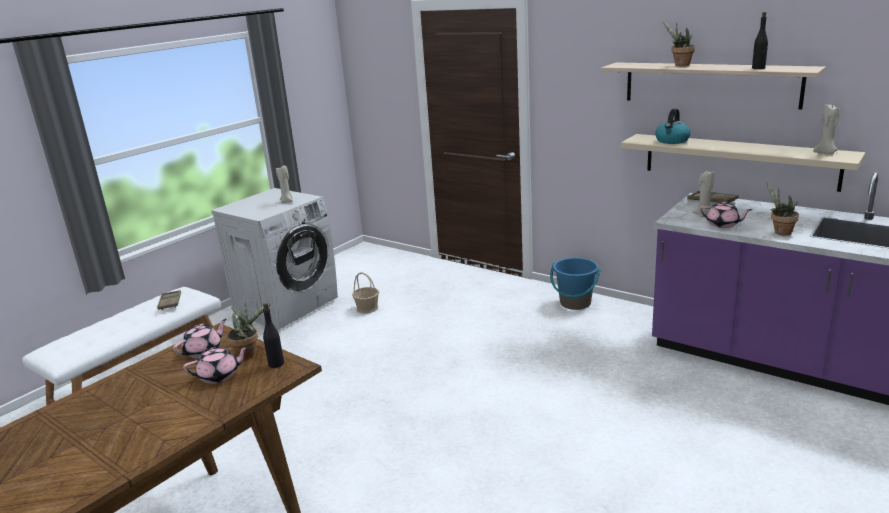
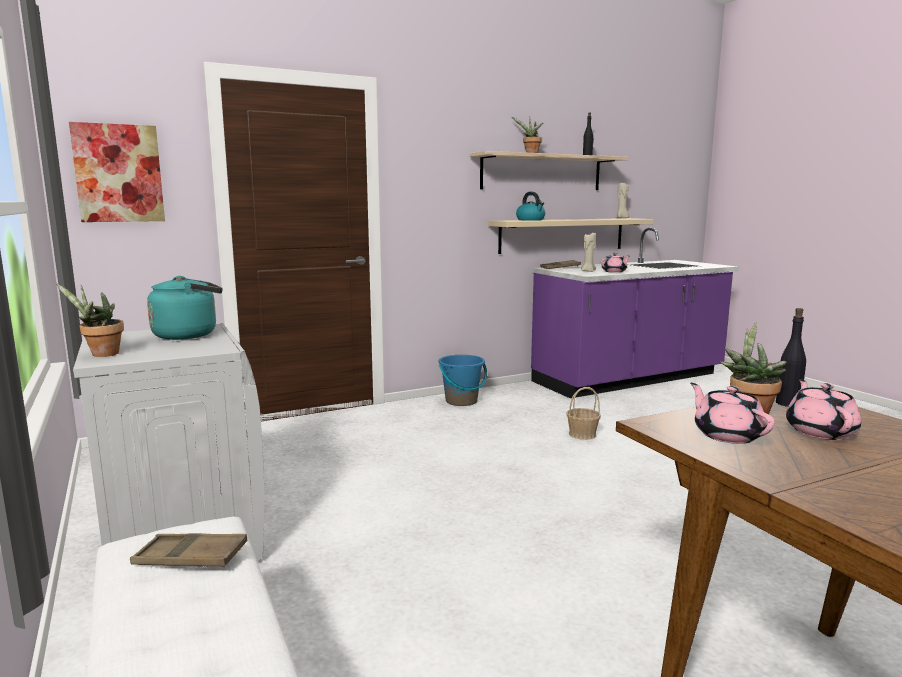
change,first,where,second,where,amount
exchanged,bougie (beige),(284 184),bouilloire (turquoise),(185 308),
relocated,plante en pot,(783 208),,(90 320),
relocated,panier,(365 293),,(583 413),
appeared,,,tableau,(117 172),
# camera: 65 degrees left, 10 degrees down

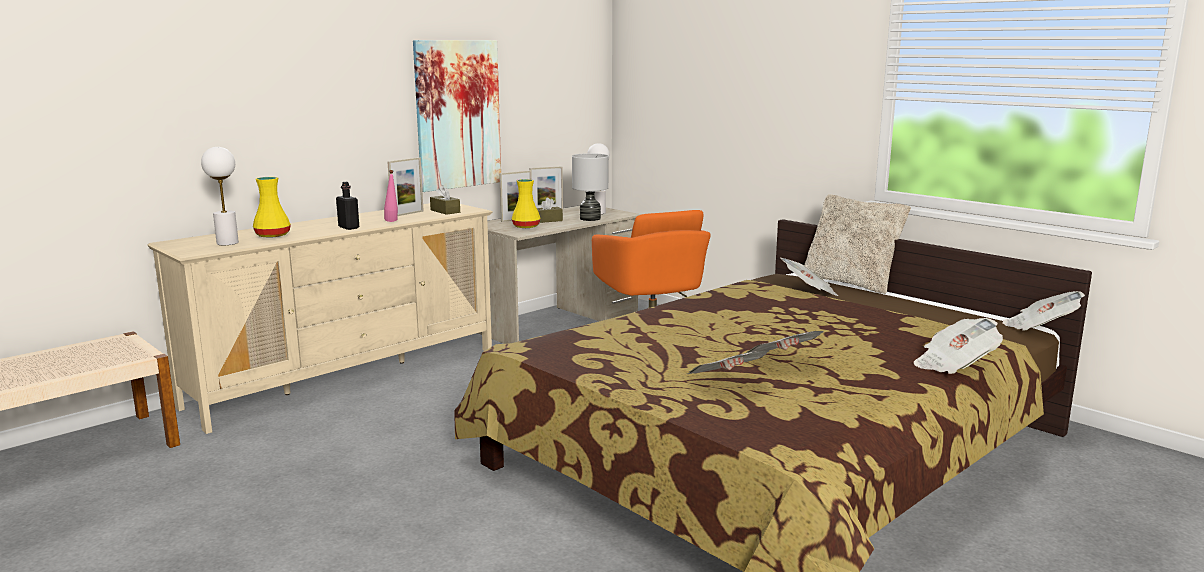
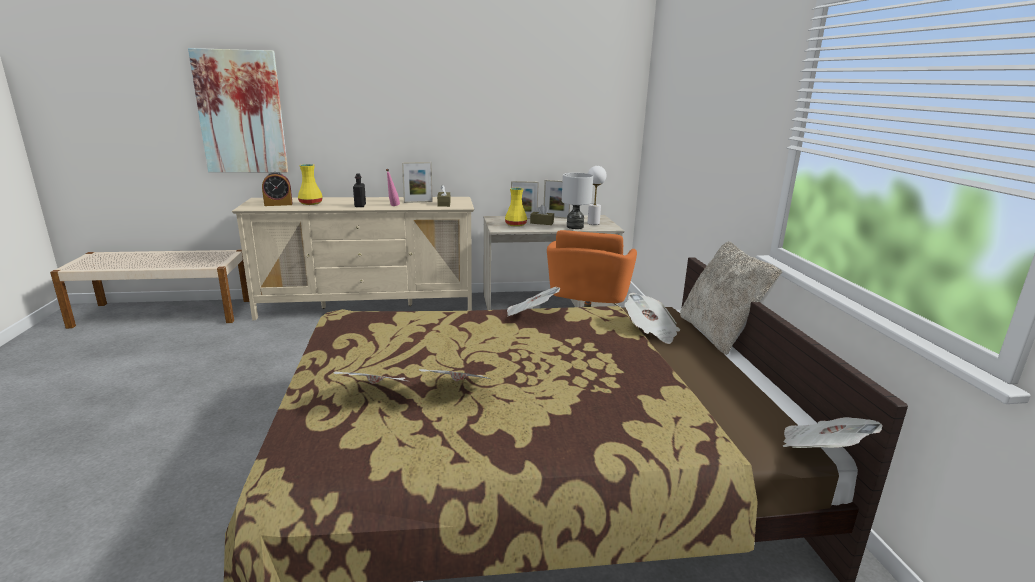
change,first,where,second,where,amount
relocated,tableau,(457 116),,(238 110),
exchanged,lampe de table (blanc),(220 196),réveil,(277 189),
relocated,journal,(958 346),,(533 301),
# camera: 35 degrees right, 5 degrees up

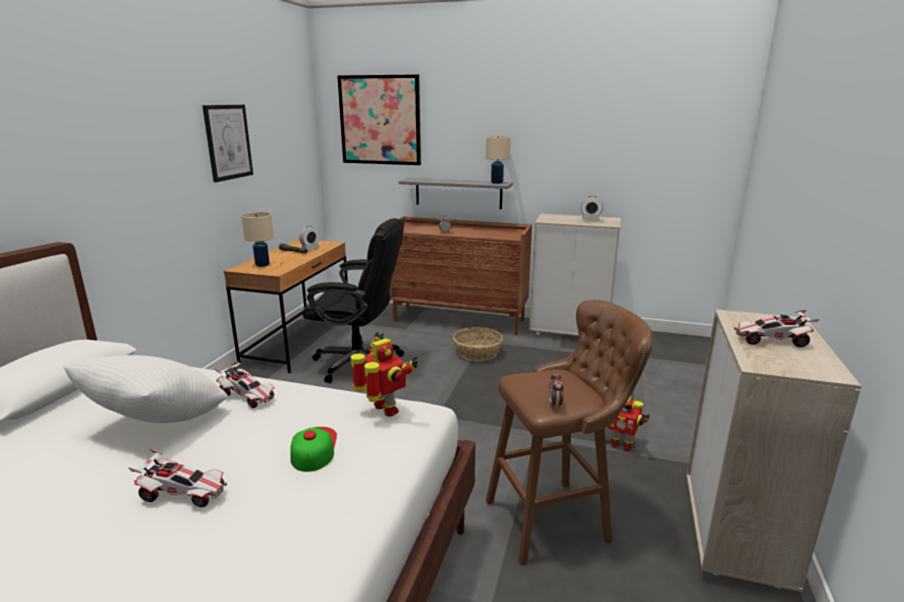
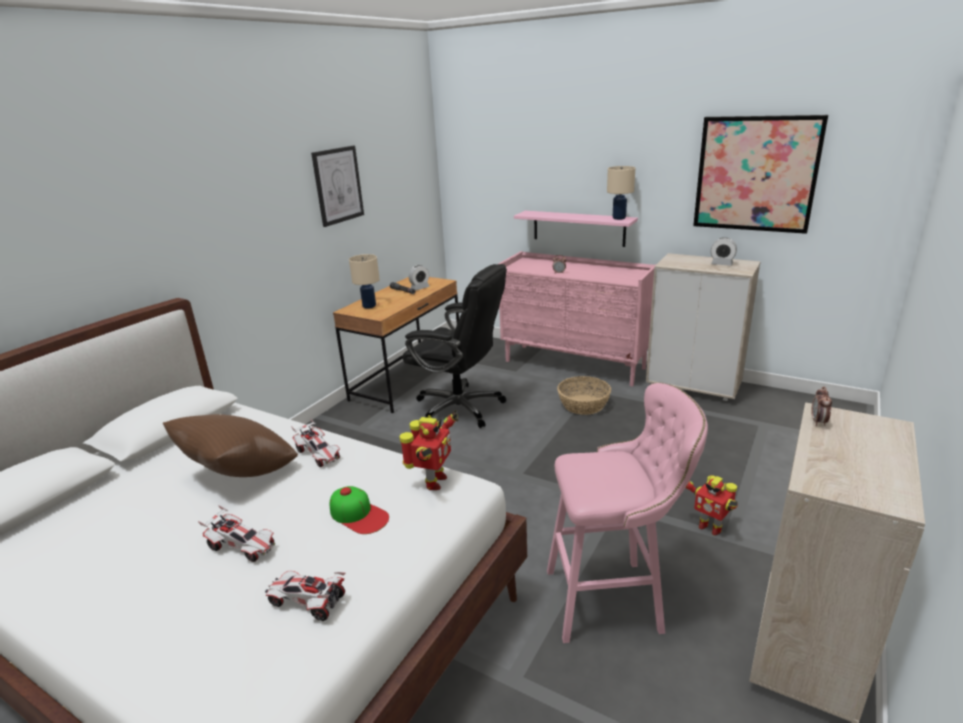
change,first,where,second,where,amount
relocated,tableau,(379 119),,(760 174),
colour,étagère (gris),(455 193),étagère (rose),(576 229),
colour,meuble de rangement (marron),(461 275),meuble de rangement (rose),(577 319),
colour,tabouret (marron),(569 433),tabouret (rose),(627 512),
relocated,petite voiture,(777 328),,(305 595),
spun,robot jouet,(384 374),,(428 450),45 degrees clockwise
colour,coussin (blanc),(145 389),coussin (marron),(230 445),
relocated,réveil,(556 390),,(822 406),
spun,casquette,(313 449),,(359 510),120 degrees clockwise
# camera: 15 degrees right, 5 degrees up

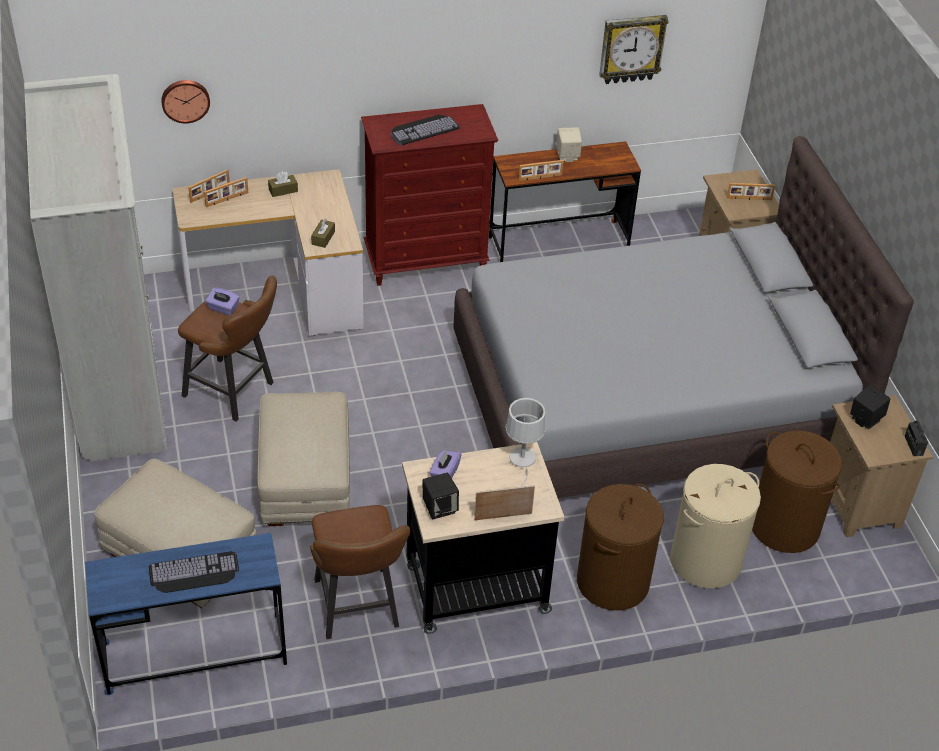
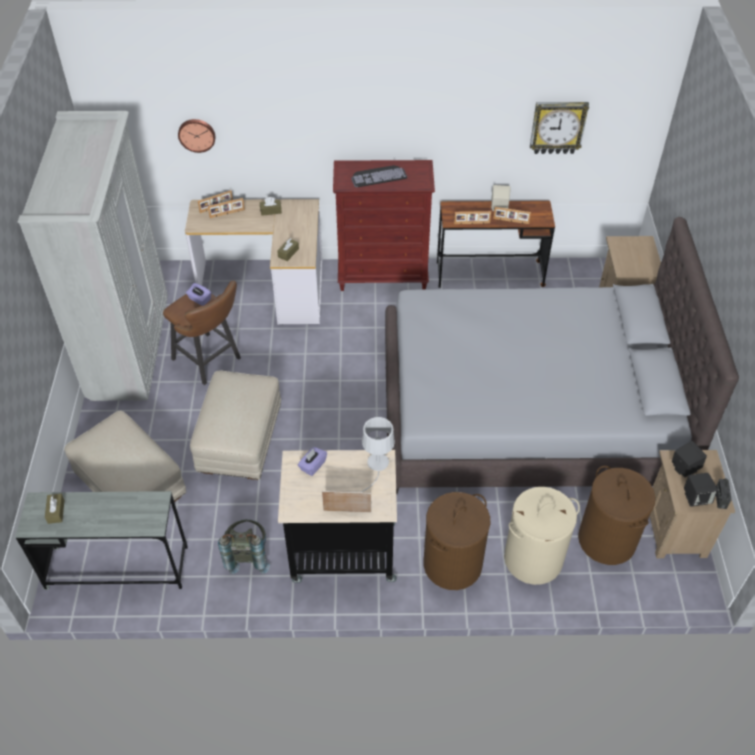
change,first,where,second,where,amount
relocated,cadre photo,(751 191),,(512 215),
relocated,enceinte (noir),(440 496),,(701 490),
exchanged,tabouret (marron),(360 572),sac à dos (gris),(244 546),
colour,bureau (bleu),(186 614),bureau (gris),(101 540),
missing,clavier,(193 572),,,
appeared,,,boîte à mouchoirs (marron),(54 509),
# camera: 15 degrees right, 5 degrees up

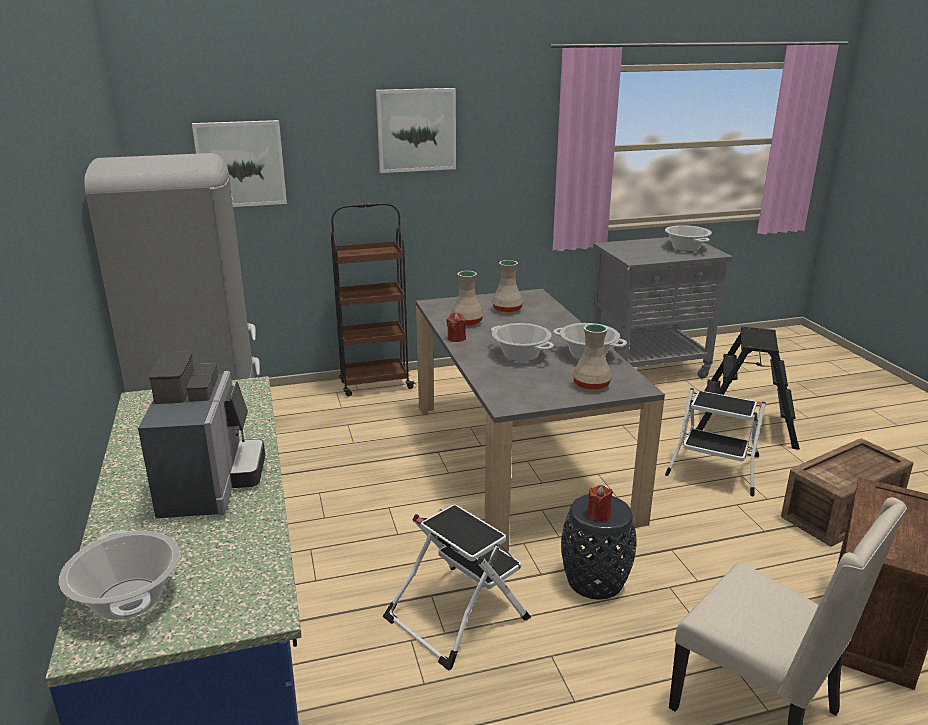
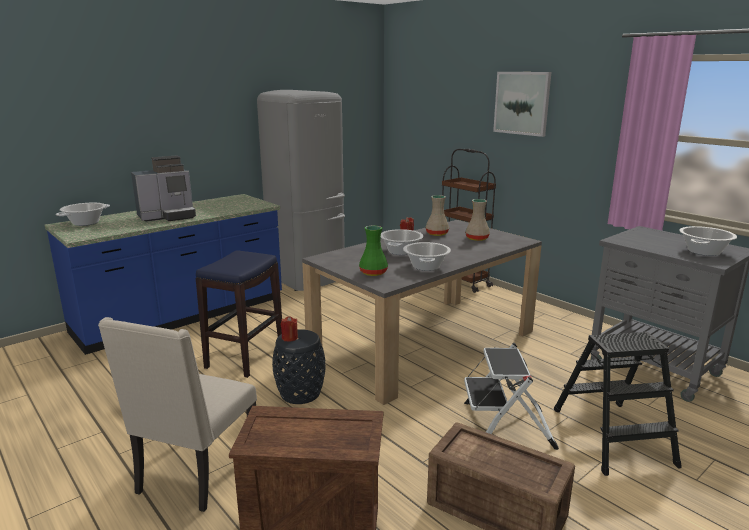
change,first,where,second,where,amount
missing,tableau,(239 163),,,
colour,vase (beige),(592 357),vase (vert),(373 251),
exchanged,escabeau,(457 587),tabouret,(239 314),
# camera: 65 degrees right, 5 degrees down

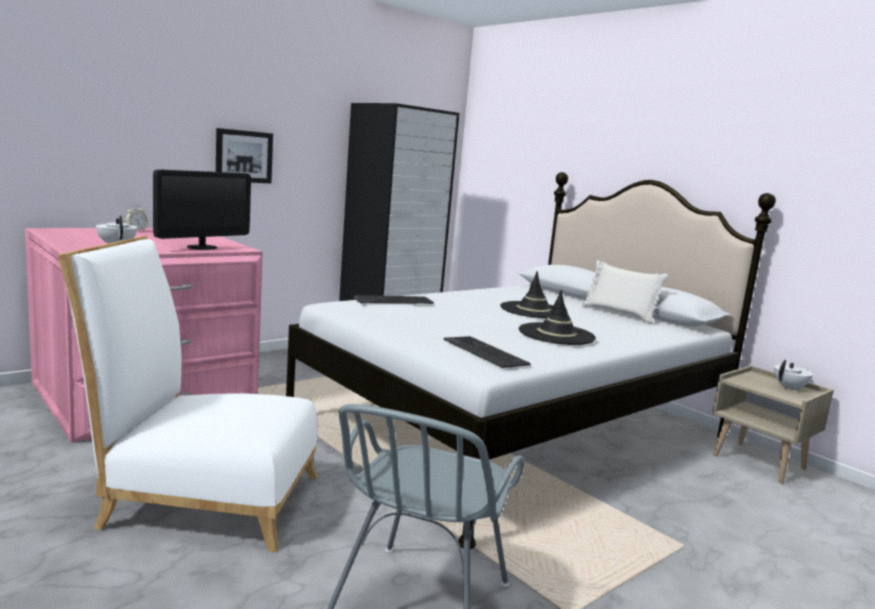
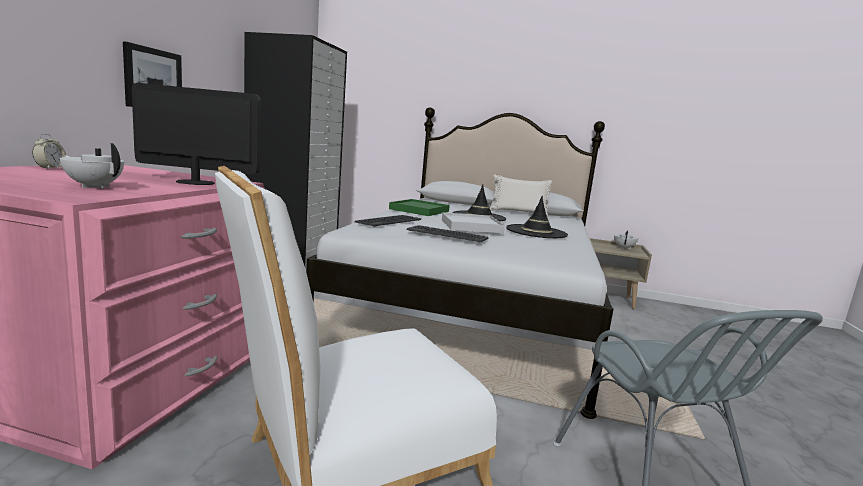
change,first,where,second,where,amount
spun,écran d'ordinateur,(202 209),,(196 134),90 degrees counterclockwise
relocated,clavier,(487 352),,(447 234),
appeared,,,plateau (vert),(419 207),
appeared,,,plateau (blanc),(473 222),
# camera: 35 degrees left, 0 degrees up

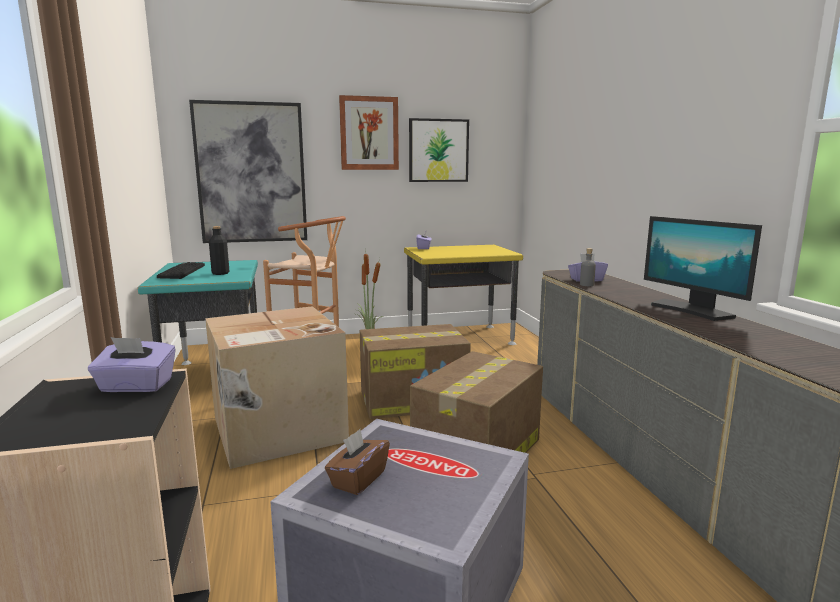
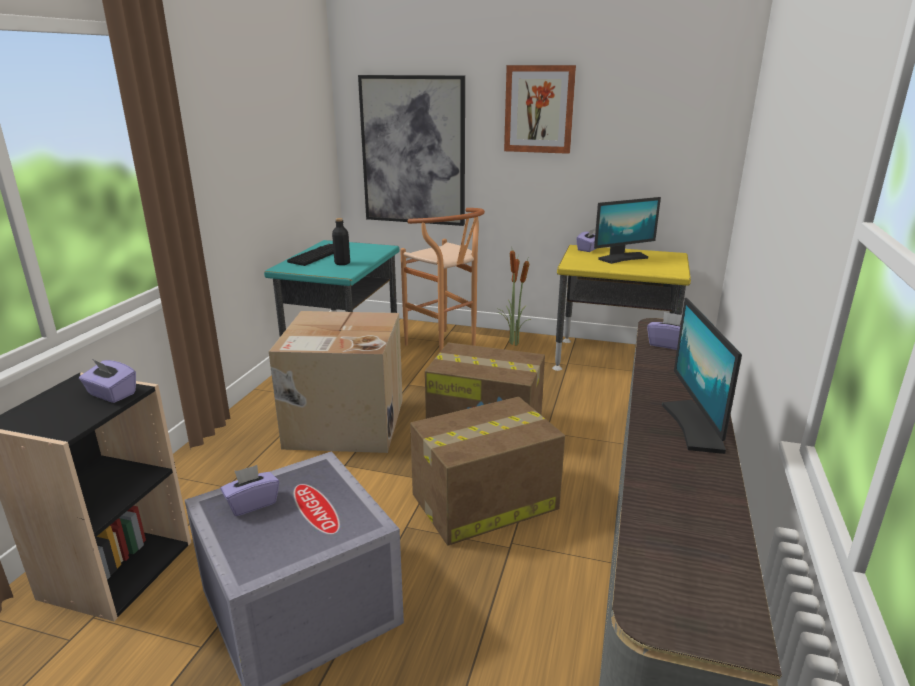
change,first,where,second,where,amount
missing,tableau,(439 150),,,
missing,bouteille (gris),(588 267),,,
colour,boîte à mouchoirs (marron),(357 462),boîte à mouchoirs (violet),(249 490),
appeared,,,écran d'ordinateur,(627 230),
# camera: 30 degrees right, 10 degrees up

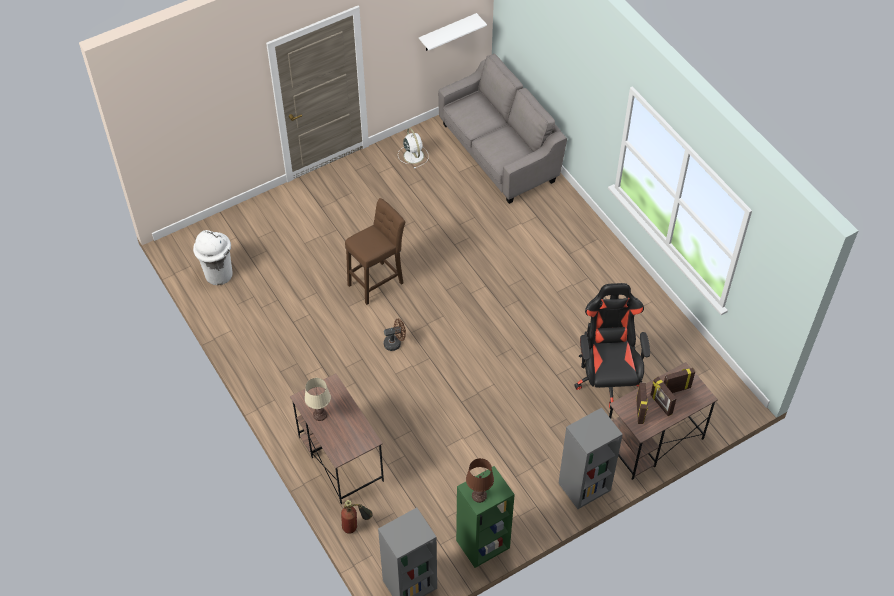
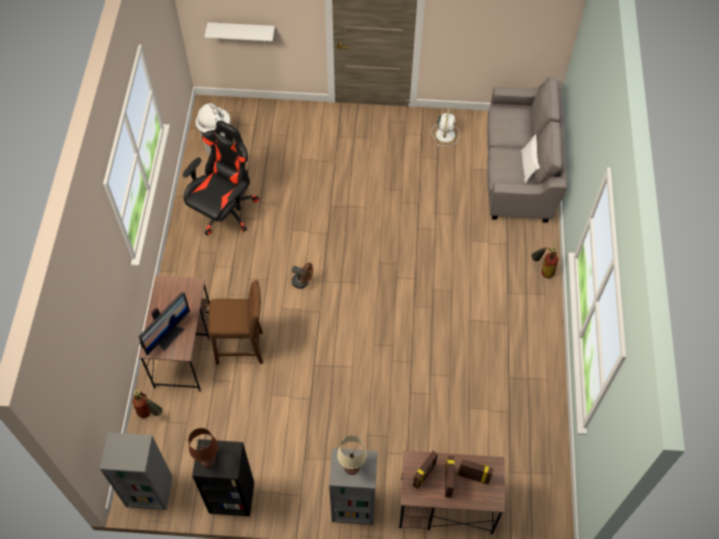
change,first,where,second,where,amount
relocated,étagère (blanc),(453 32),,(240 31),
relocated,tabouret (marron),(375 251),,(236 322),
relocated,chaise de bureau (noir),(612 346),,(221 178),
relocated,lampe de table (beige),(318 399),,(352 455),
colour,bibliothèque (vert),(485 517),bibliothèque (noir),(223 477),
appeared,,,coussin (blanc),(530 159),
appeared,,,extincteur,(544 262),
appeared,,,écran d'ordinateur,(164 324),
# camera: 35 degrees right, 5 degrees up

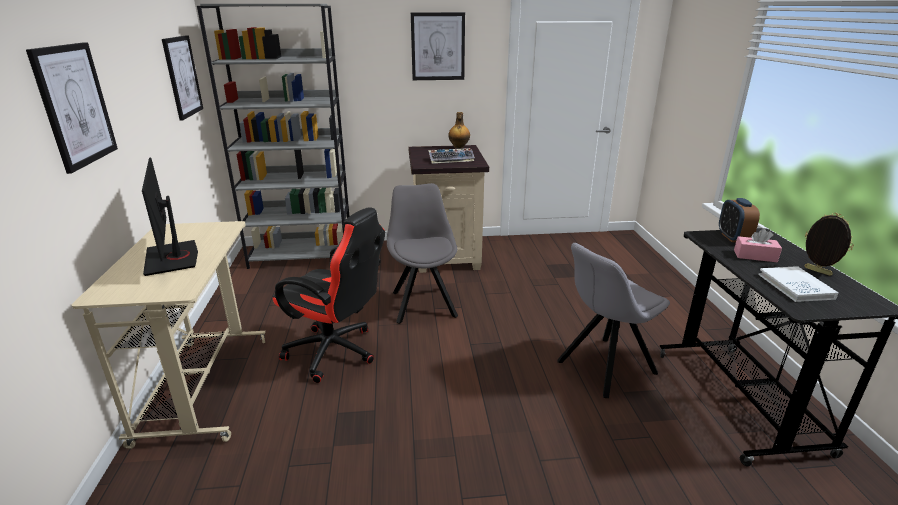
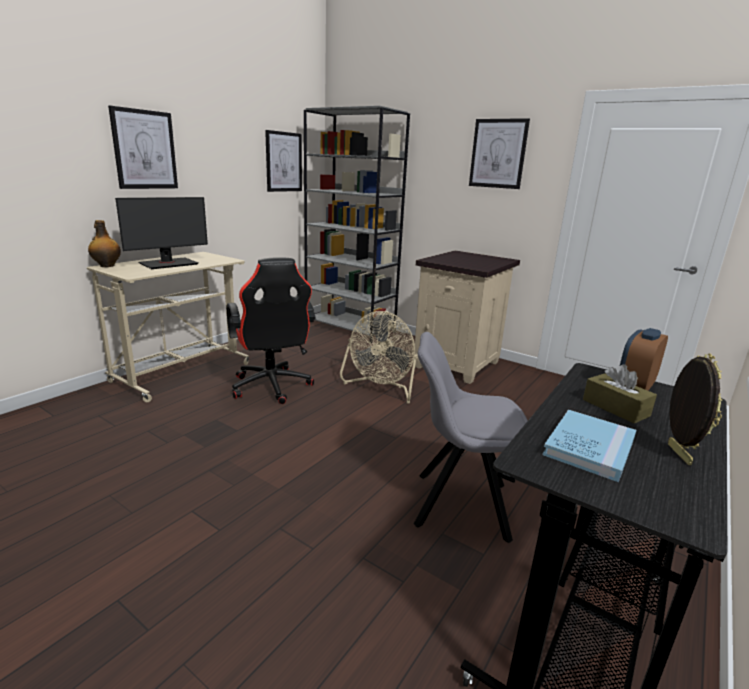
change,first,where,second,where,amount
relocated,bouteille,(459 130),,(104 243),
missing,clavier,(451 156),,,
spun,écran d'ordinateur,(170 217),,(161 233),150 degrees counterclockwise
exchanged,chaise (gris),(422 253),ventilateur (beige),(379 357),
colour,boîte à mouchoirs (rose),(758 245),boîte à mouchoirs (marron),(620 393),
colour,livre (blanc),(798 284),livre (bleu),(589 446),
# camera: 40 degrees right, 5 degrees down

